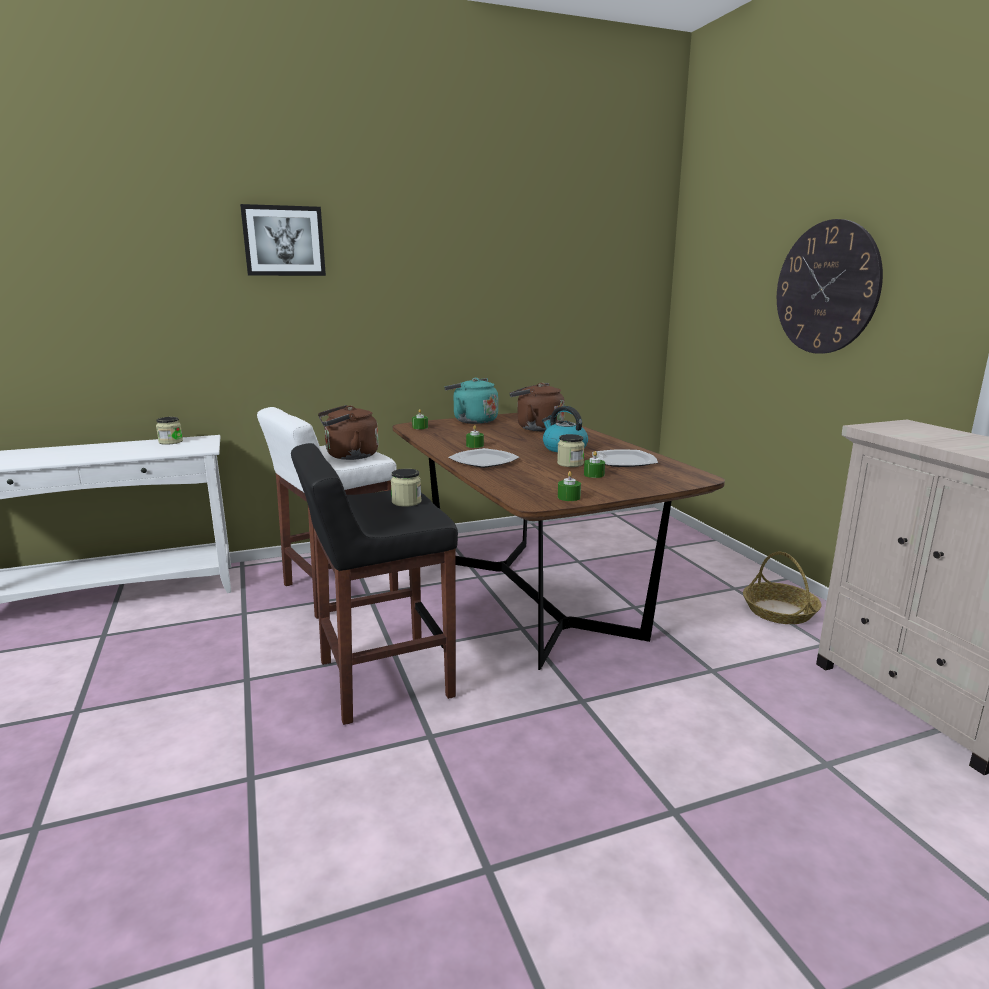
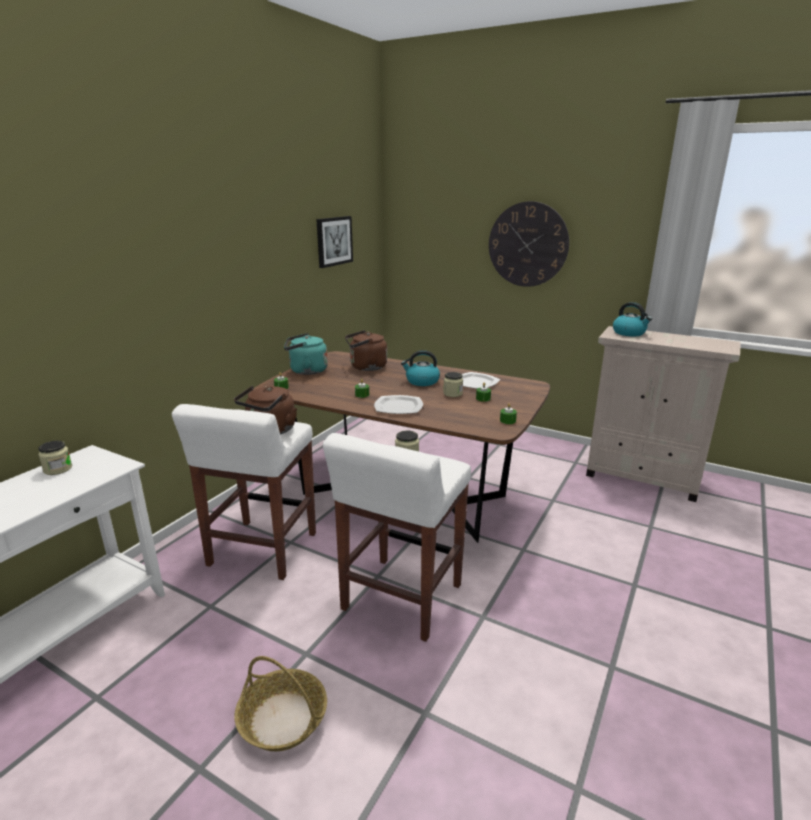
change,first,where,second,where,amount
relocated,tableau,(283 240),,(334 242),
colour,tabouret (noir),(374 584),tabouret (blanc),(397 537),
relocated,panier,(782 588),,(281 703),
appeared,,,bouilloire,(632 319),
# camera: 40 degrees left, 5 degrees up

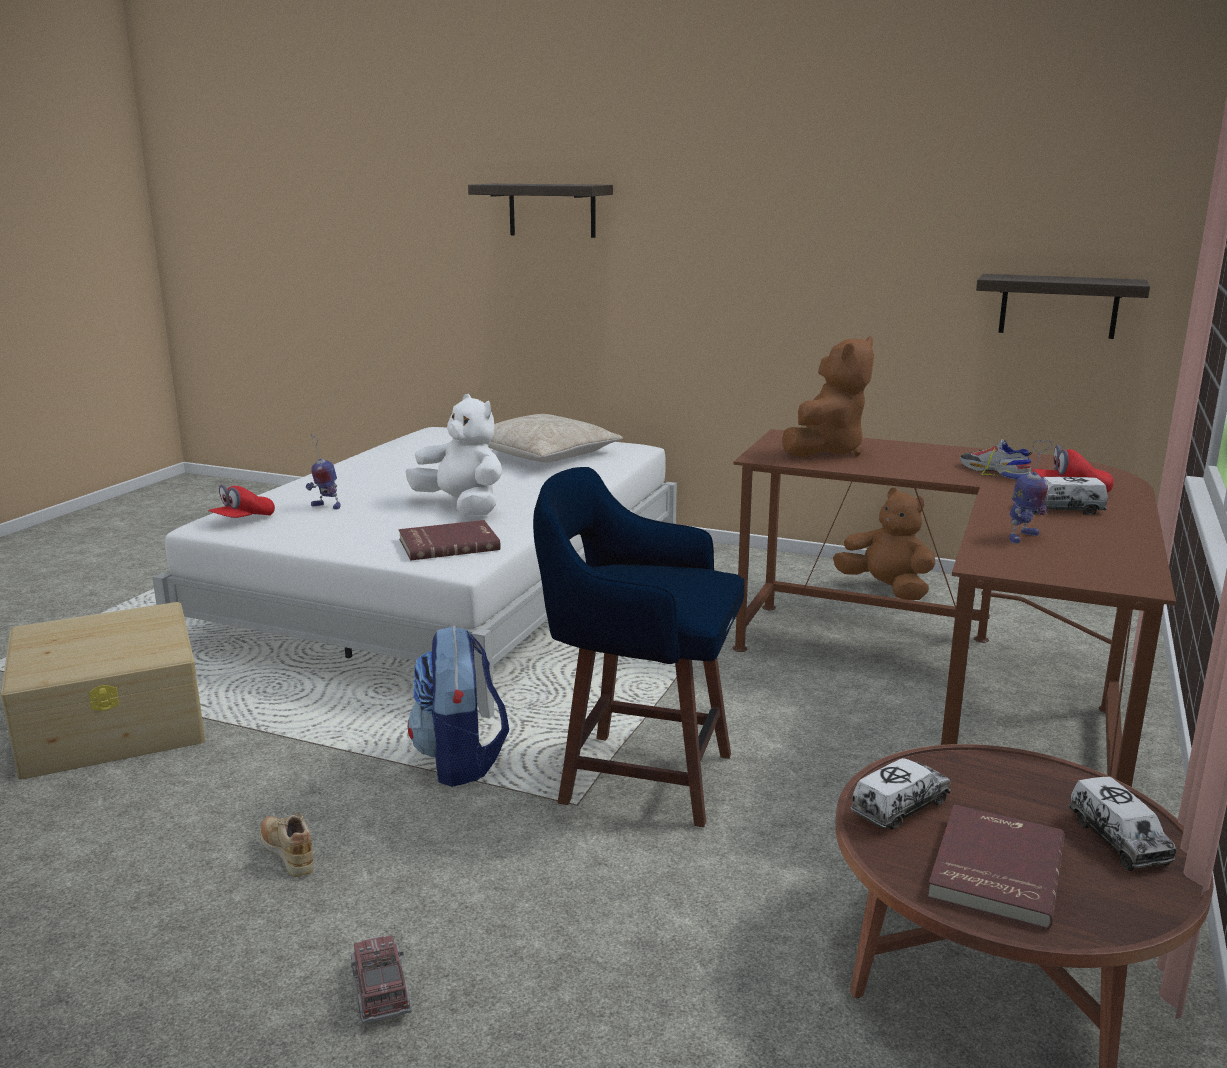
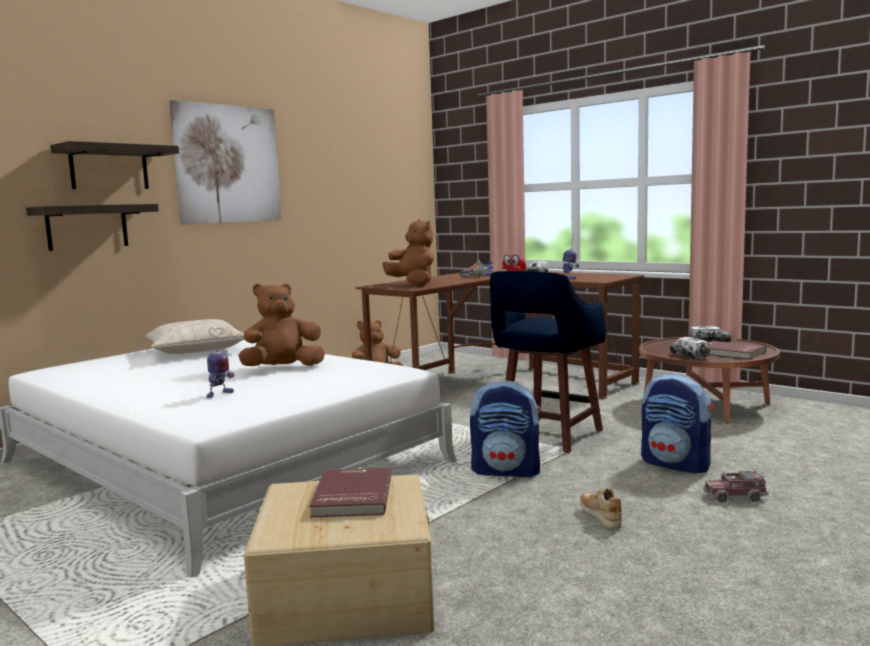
change,first,where,second,where,amount
relocated,étagère,(1063 306),,(92 227),
colour,peluche (blanc),(453 454),peluche (marron),(281 324),
missing,casquette (rouge),(241 501),,,
relocated,livre (rouge),(450 540),,(350 492),
spun,chaussure (beige),(287 845),,(601 508),90 degrees clockwise
appeared,,,tableau,(225 162),
appeared,,,sac à dos,(677 424),
# camera: 70 degrees left, 10 degrees down

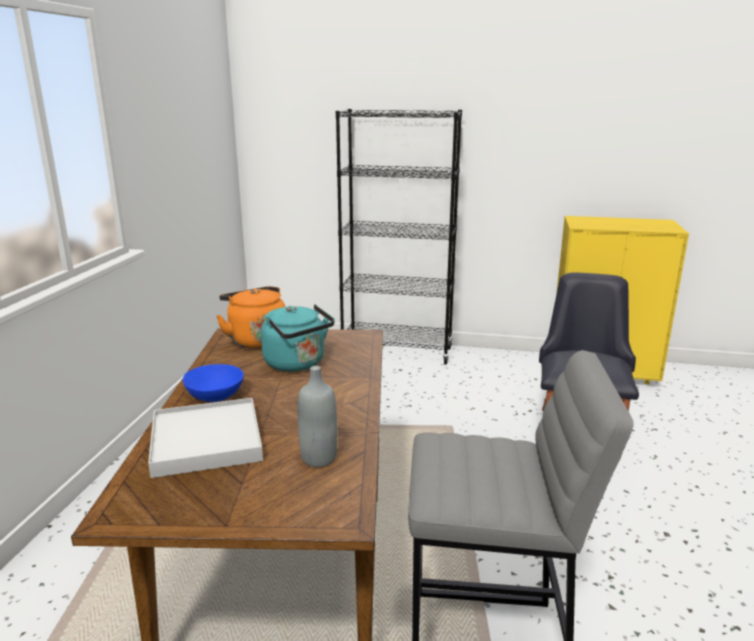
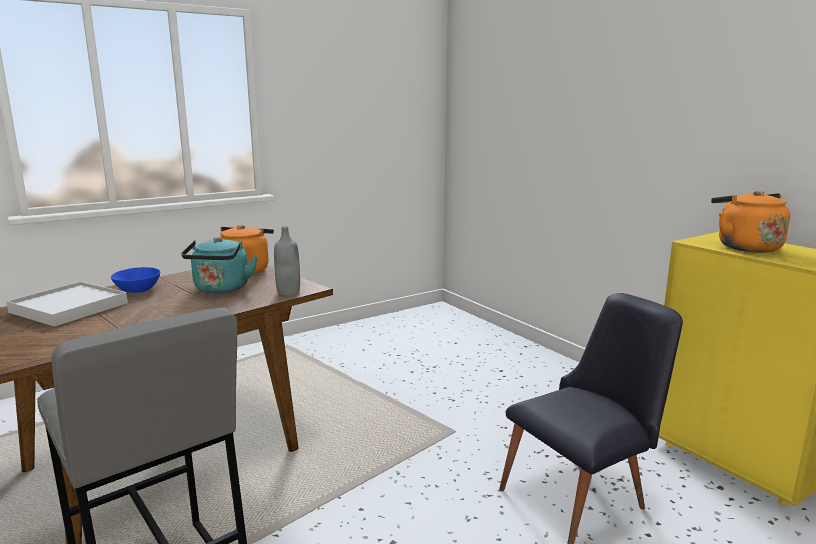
change,first,where,second,where,amount
missing,bibliothèque (noir),(399 237),,,
relocated,bouteille (gris),(317 416),,(287 260),
appeared,,,bouilloire (orange),(750 221),
# camera: 45 degrees right, 5 degrees down

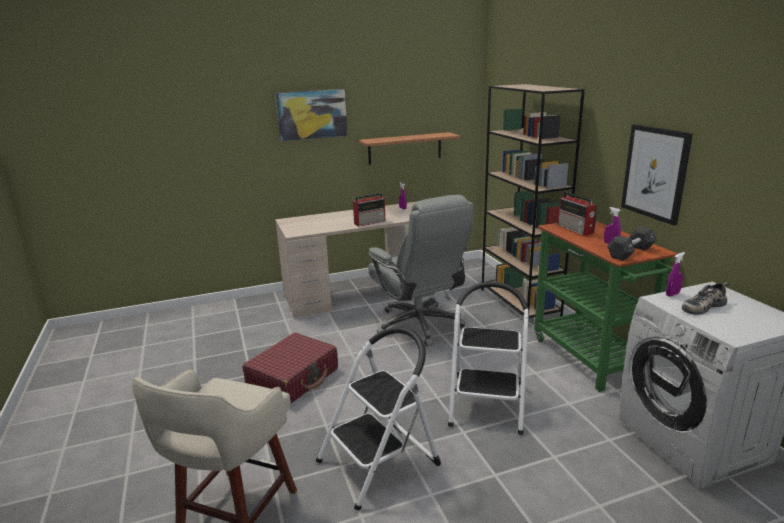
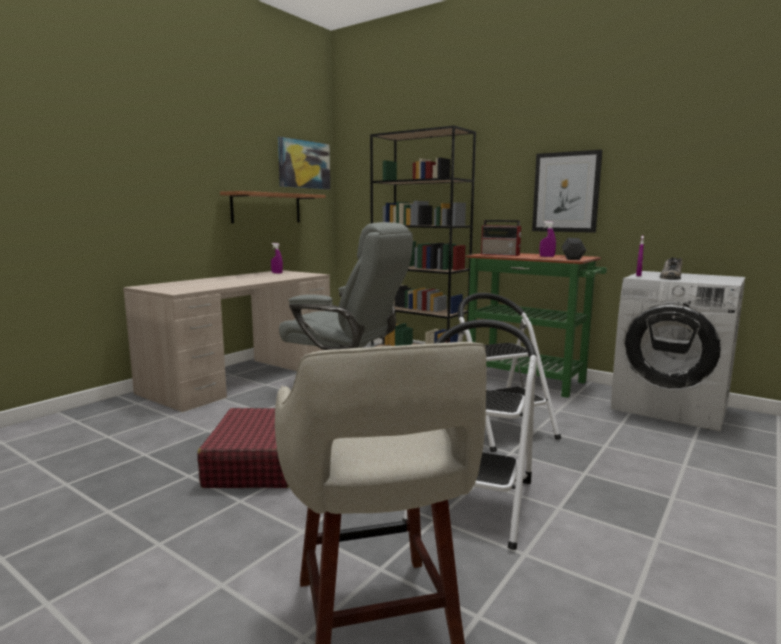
change,first,where,second,where,amount
relocated,tableau,(311 115),,(304 163),
missing,radio,(369 210),,,
# camera: 35 degrees left, 10 degrees down

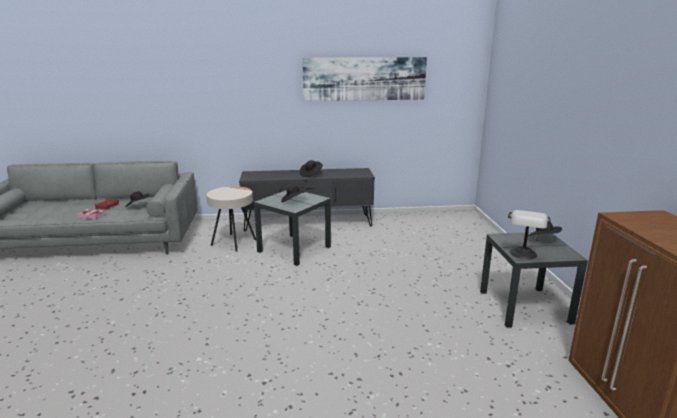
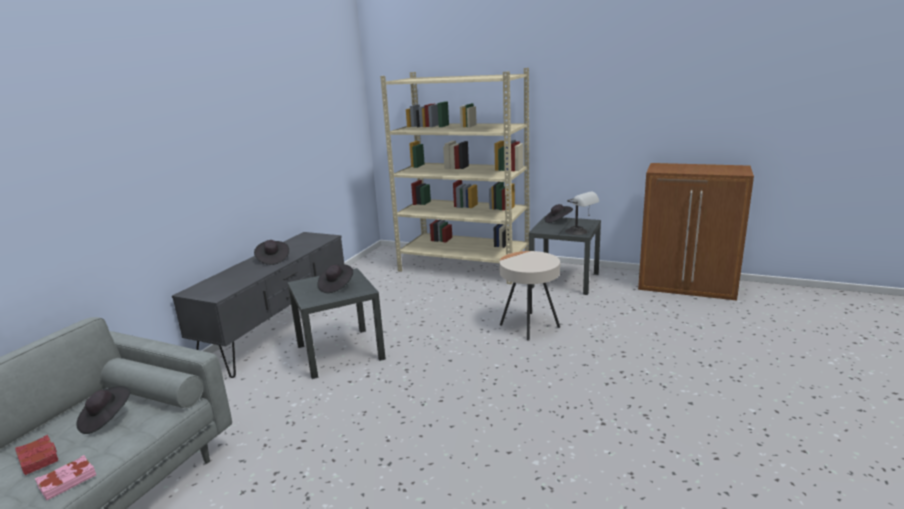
change,first,where,second,where,amount
missing,tableau,(364 79),,,
relocated,table d'appoint (beige),(231 219),,(529 296),
appeared,,,bibliothèque (beige),(454 176),
# camera: 60 degrees left, 0 degrees up

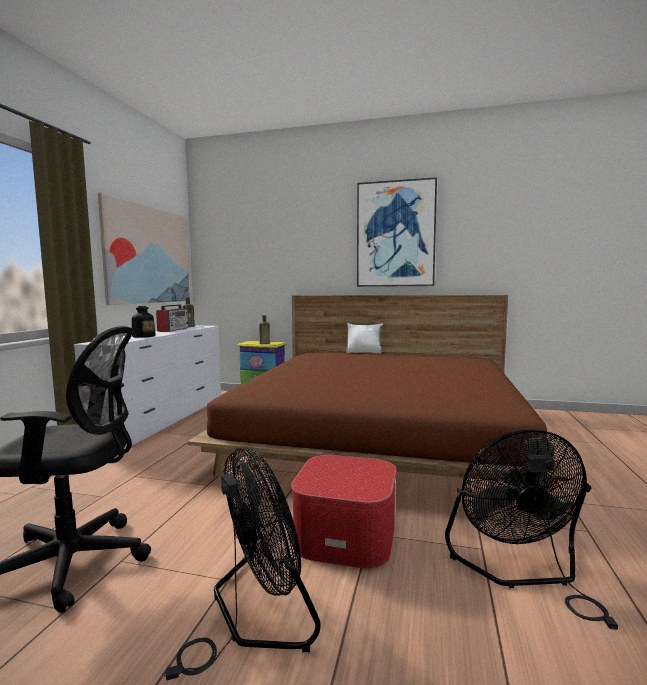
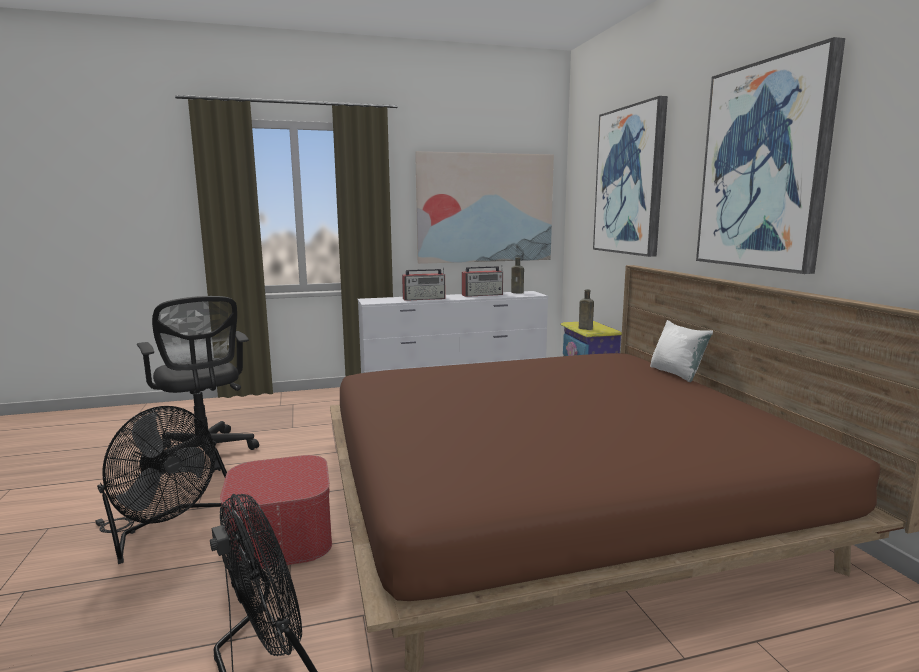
change,first,where,second,where,amount
exchanged,bouteille,(144 322),radio,(424 284),
appeared,,,tableau,(630 176),
# camera: 60 degrees right, 5 degrees up

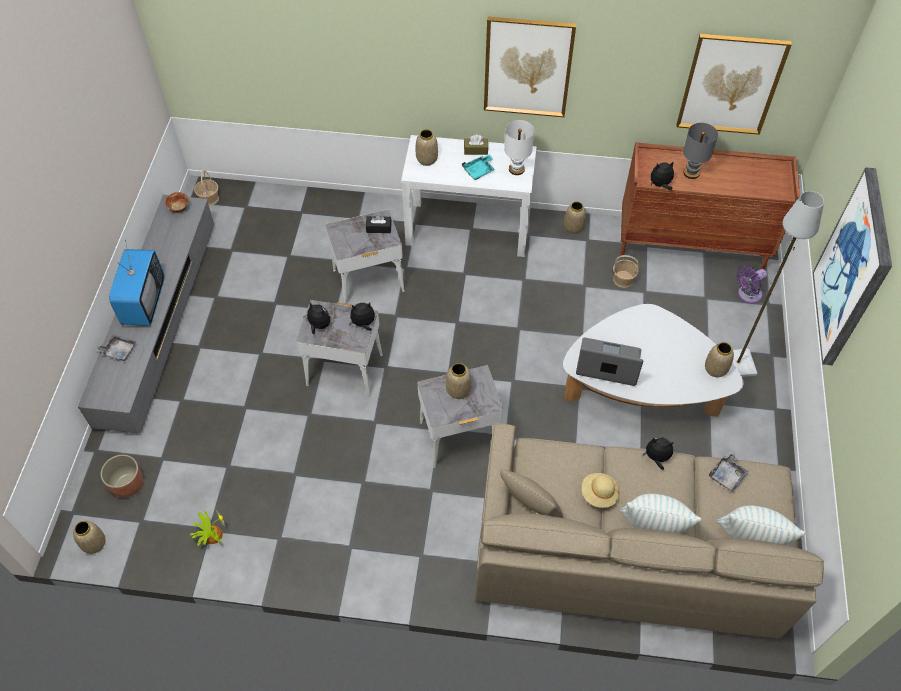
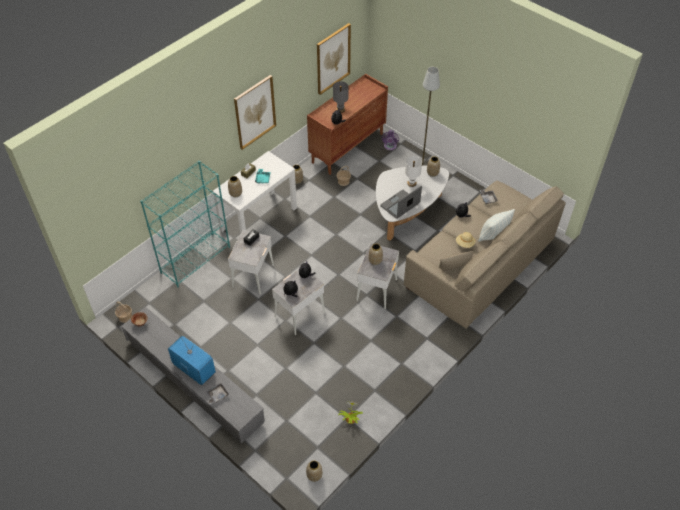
change,first,where,second,where,amount
relocated,lampe de table (blanc),(519 147),,(413 171),
missing,tableau,(852 266),,,
missing,cache-pot,(121 476),,,
missing,coussin,(761 525),,,
appeared,,,bibliothèque (turquoise),(185 224),
# camera: 55 degrees left, 5 degrees down

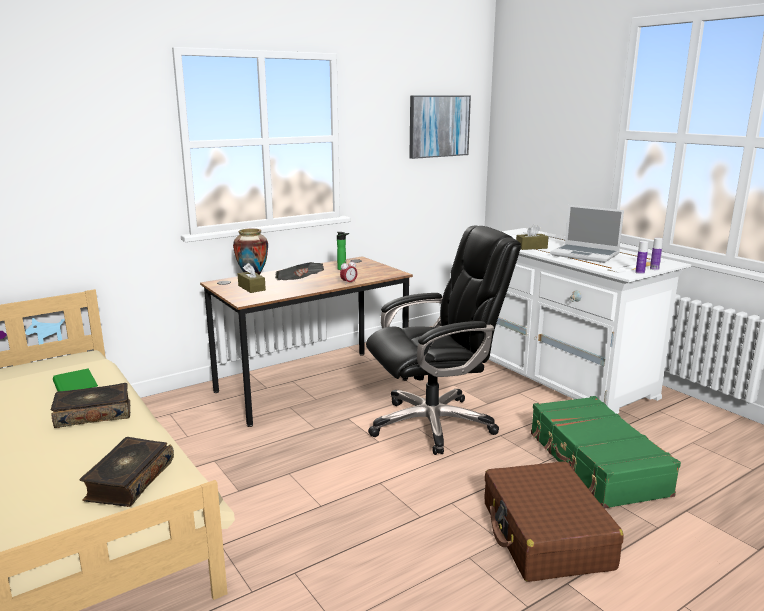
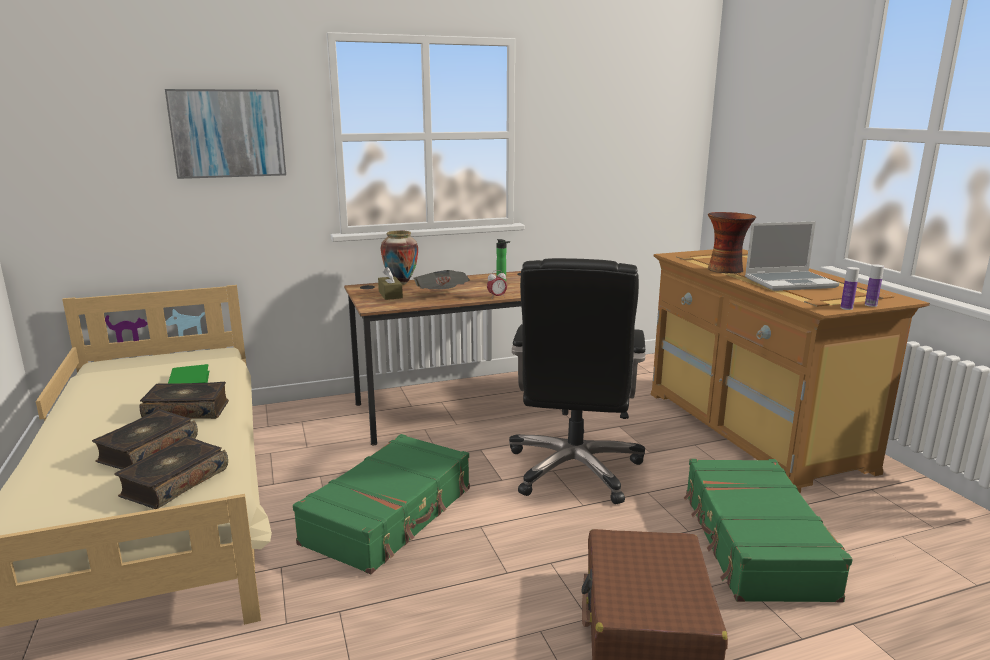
change,first,where,second,where,amount
relocated,tableau,(440 127),,(225 134),
spun,ordinateur portable,(587 234),,(792 256),60 degrees counterclockwise
exchanged,boîte à mouchoirs (marron),(532 237),vase,(732 242),
spun,chaise de bureau (noir),(443 340),,(577 381),105 degrees clockwise
colour,commode (blanc),(590 321),commode (marron),(790 371),
appeared,,,livre,(145 439),
appeared,,,valise (vert),(381 504),
# camera: 15 degrees right, 0 degrees up

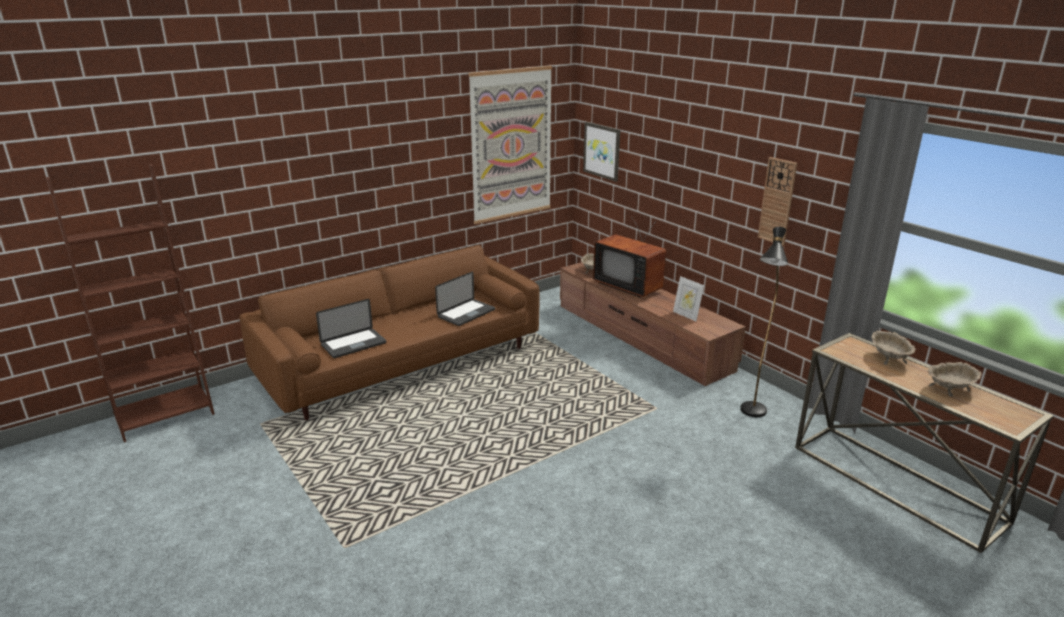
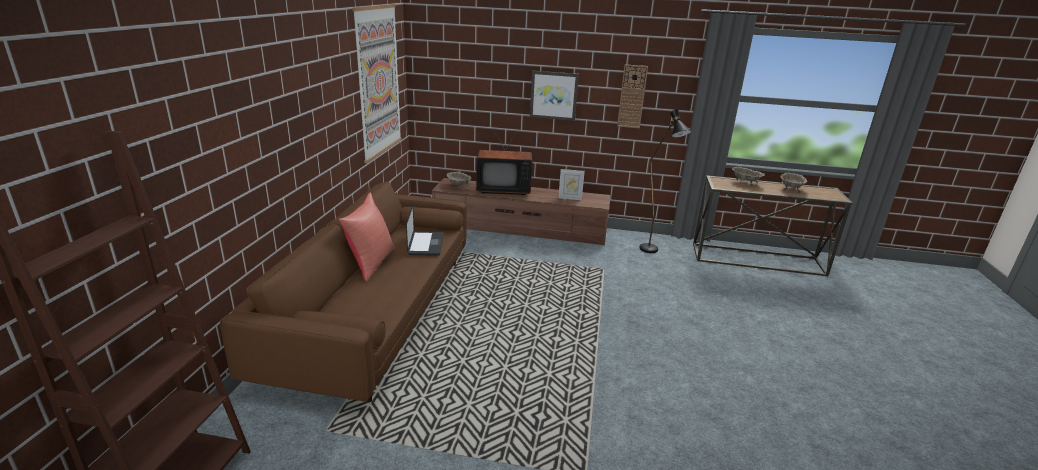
change,first,where,second,where,amount
relocated,tableau,(601 152),,(554 96),
missing,ordinateur portable,(351 328),,,
appeared,,,coussin (rouge),(367 237),
# camera: 45 degrees left, 0 degrees up

